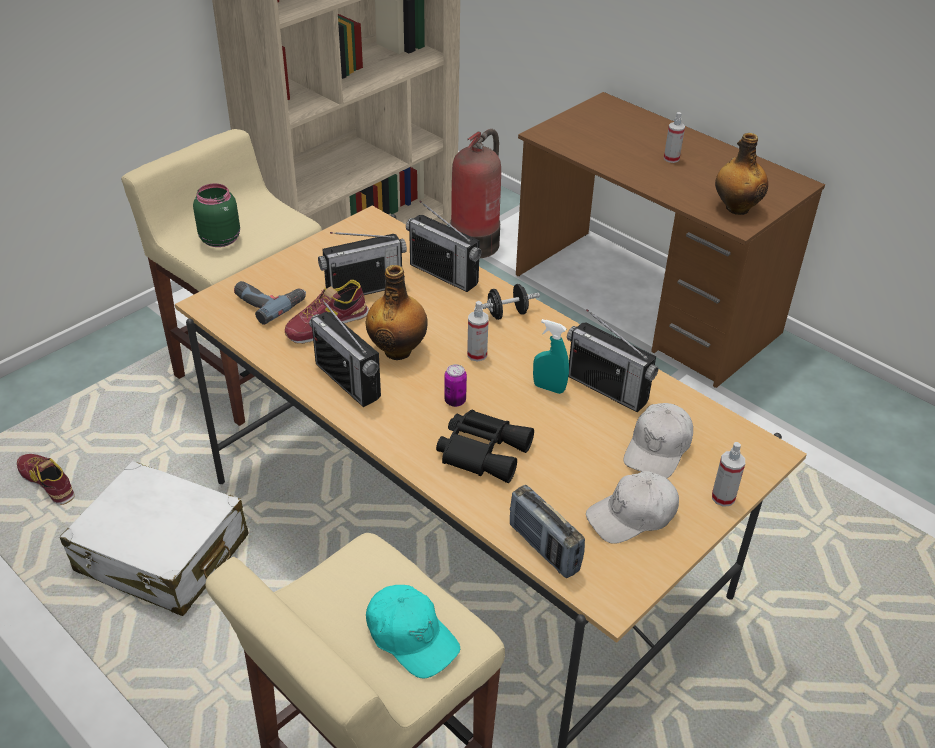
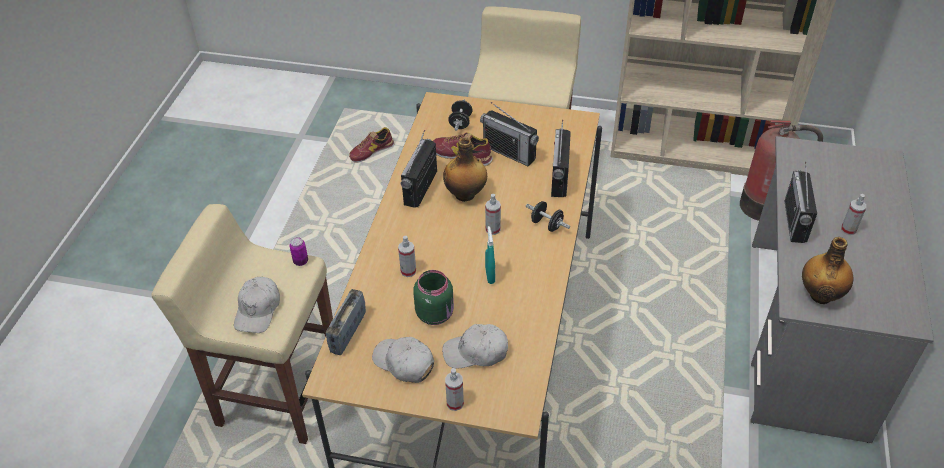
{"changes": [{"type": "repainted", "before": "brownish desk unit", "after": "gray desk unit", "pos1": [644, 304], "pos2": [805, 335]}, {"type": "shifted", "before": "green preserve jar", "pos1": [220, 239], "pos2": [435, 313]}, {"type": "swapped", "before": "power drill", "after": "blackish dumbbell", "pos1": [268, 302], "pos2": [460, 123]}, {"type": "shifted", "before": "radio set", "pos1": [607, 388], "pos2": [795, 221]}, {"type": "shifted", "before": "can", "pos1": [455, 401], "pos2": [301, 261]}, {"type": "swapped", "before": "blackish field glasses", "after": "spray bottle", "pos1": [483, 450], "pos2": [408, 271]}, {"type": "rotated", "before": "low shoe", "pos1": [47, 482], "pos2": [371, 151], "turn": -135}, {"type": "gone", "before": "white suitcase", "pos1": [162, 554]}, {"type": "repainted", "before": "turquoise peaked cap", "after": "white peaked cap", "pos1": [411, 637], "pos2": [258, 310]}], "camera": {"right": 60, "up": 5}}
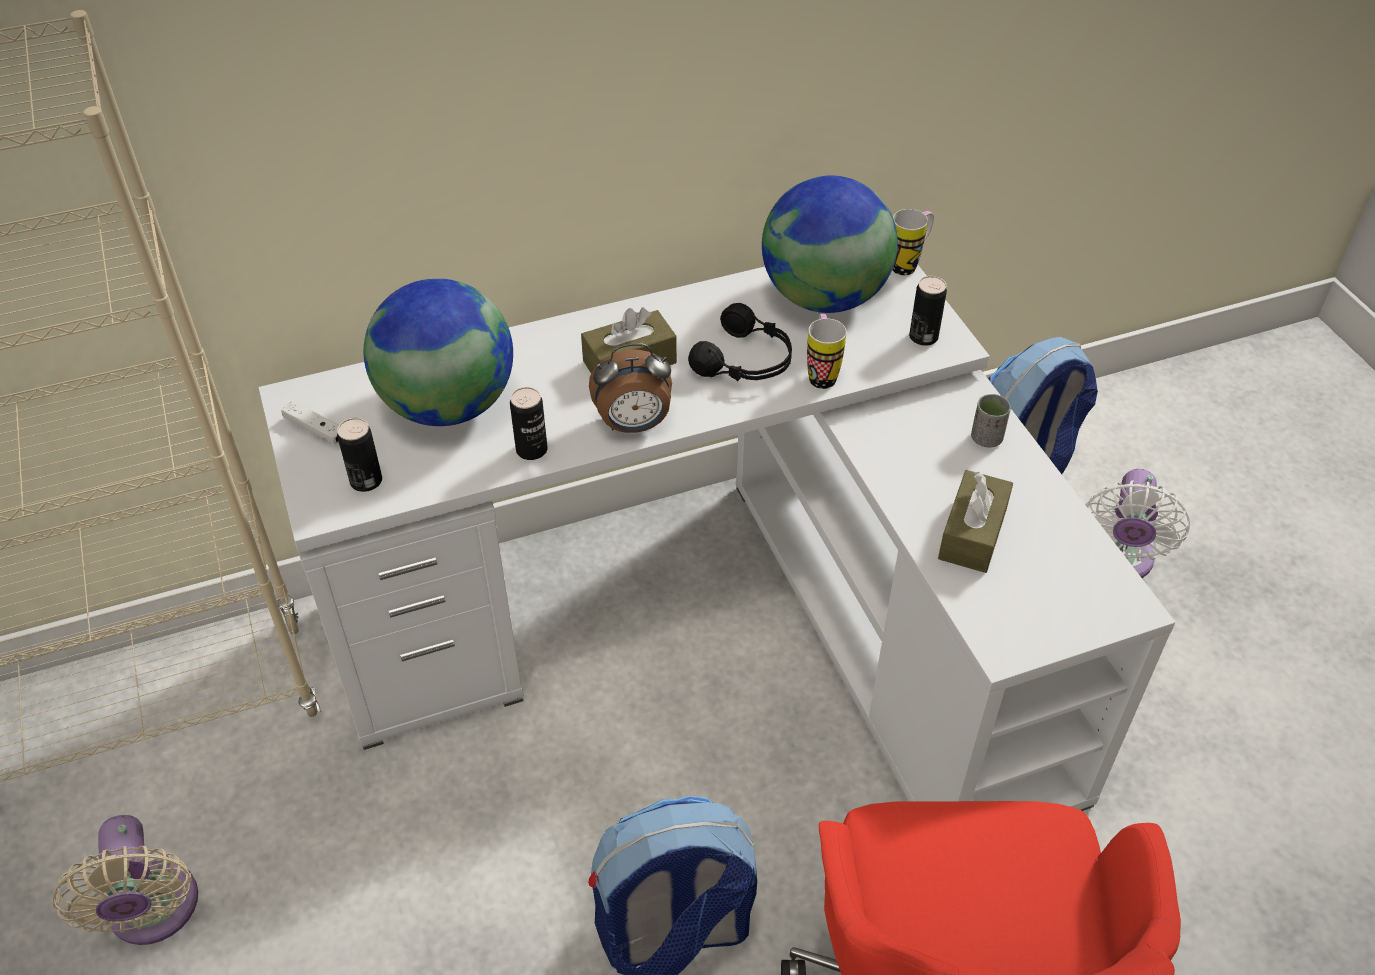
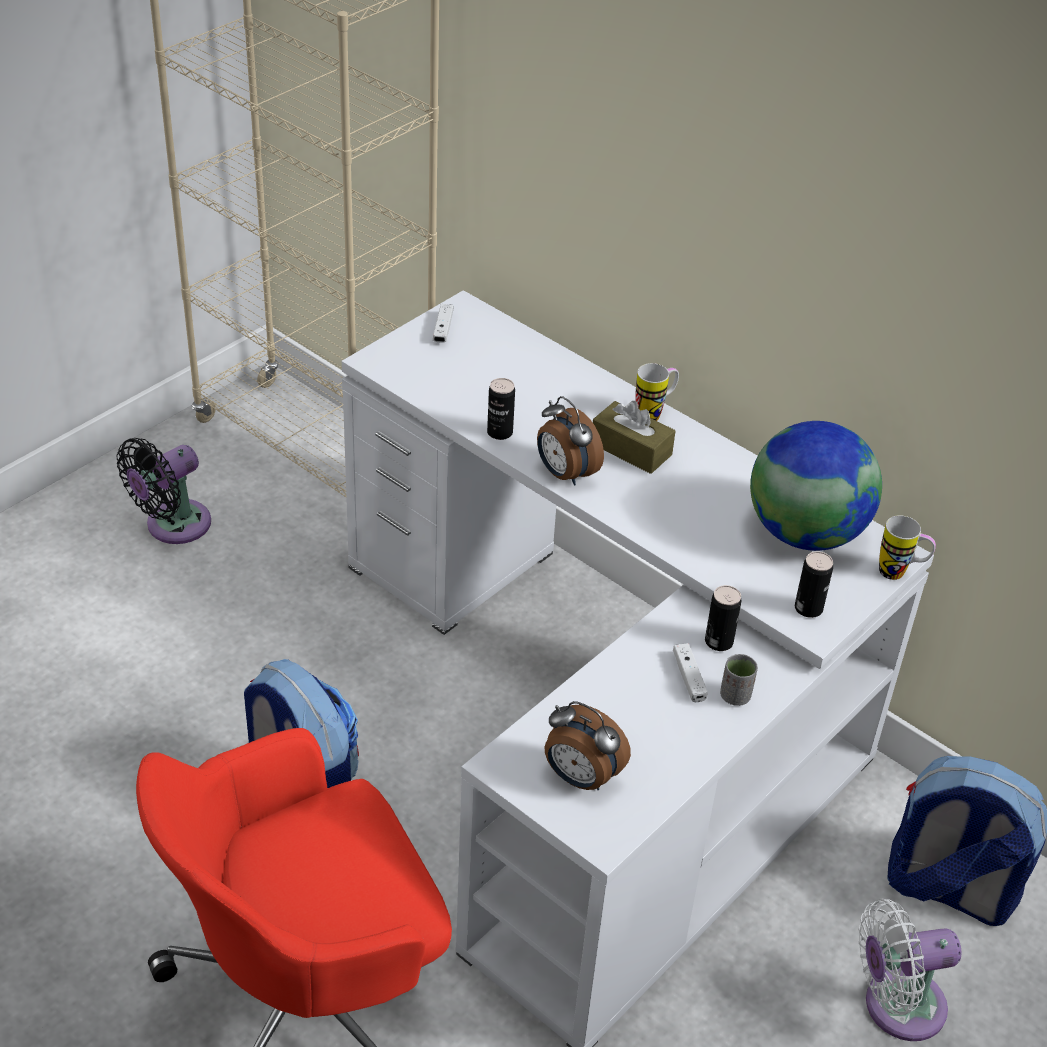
{"changes": [{"type": "gone", "before": "world globe", "pos1": [448, 405]}, {"type": "gone", "before": "blackish pair of headphones", "pos1": [746, 361]}, {"type": "shifted", "before": "mug", "pos1": [821, 373], "pos2": [654, 414]}, {"type": "shifted", "before": "can", "pos1": [366, 481], "pos2": [718, 642]}, {"type": "gone", "before": "brownish box of tissues", "pos1": [972, 533]}, {"type": "repainted", "before": "sand-coloured cooling fan", "after": "blackish cooling fan", "pos1": [153, 913], "pos2": [172, 526]}, {"type": "new", "after": "white joypad", "pos2": [689, 678]}, {"type": "new", "after": "alarm clock", "pos2": [580, 778]}], "camera": {"right": 60, "up": -5}}
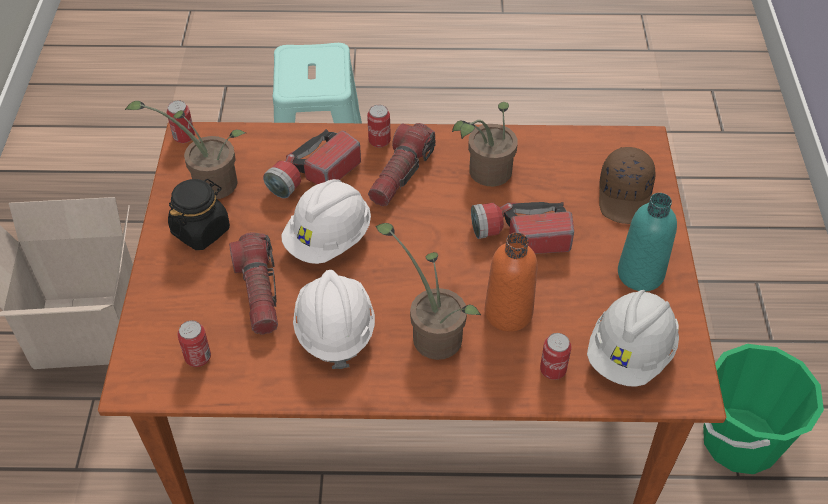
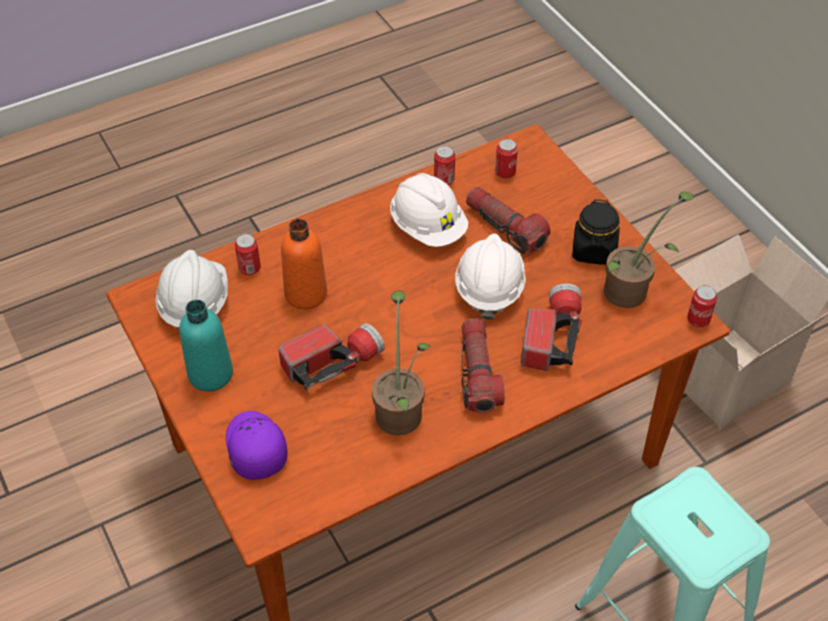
{"changes": [{"type": "shifted", "before": "can", "pos1": [379, 141], "pos2": [444, 180]}, {"type": "repainted", "before": "brownish peaked cap", "after": "purple peaked cap", "pos1": [625, 195], "pos2": [254, 448]}, {"type": "gone", "before": "houseplant", "pos1": [432, 333]}, {"type": "gone", "before": "green pail", "pos1": [739, 441]}], "camera": {"right": 150, "up": 0}}
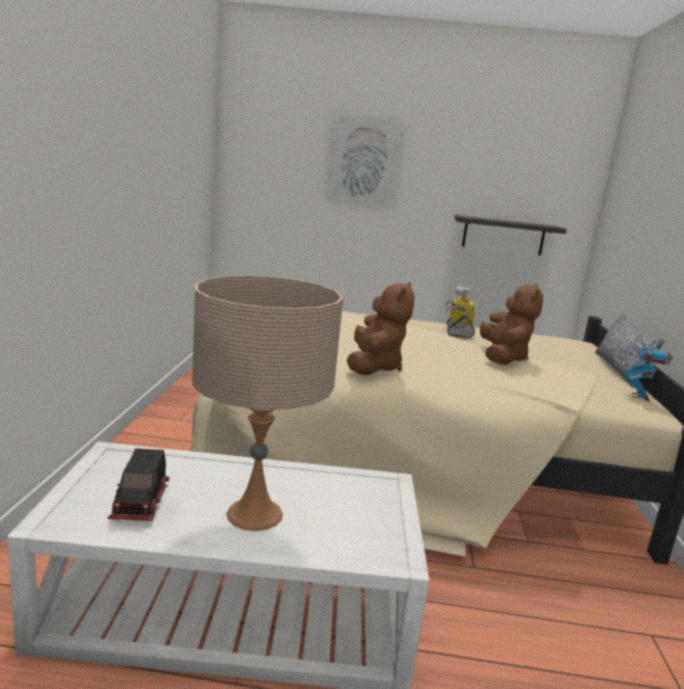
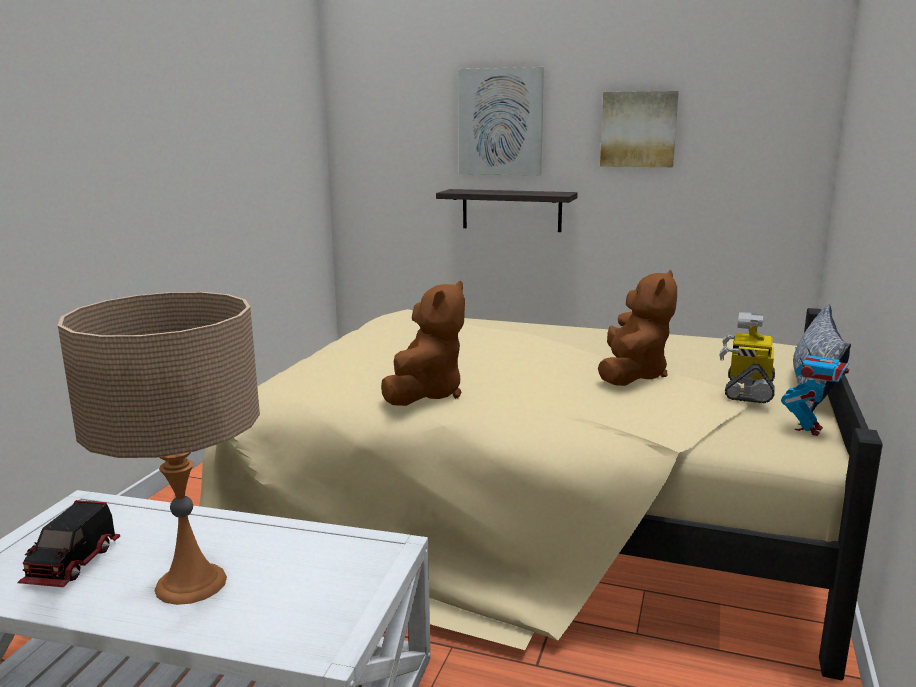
{"changes": [{"type": "shifted", "before": "wall shelf", "pos1": [503, 235], "pos2": [511, 210]}, {"type": "shifted", "before": "robot figure", "pos1": [458, 332], "pos2": [747, 390]}, {"type": "new", "after": "picture", "pos2": [638, 129]}], "camera": {"right": 15, "up": 0}}
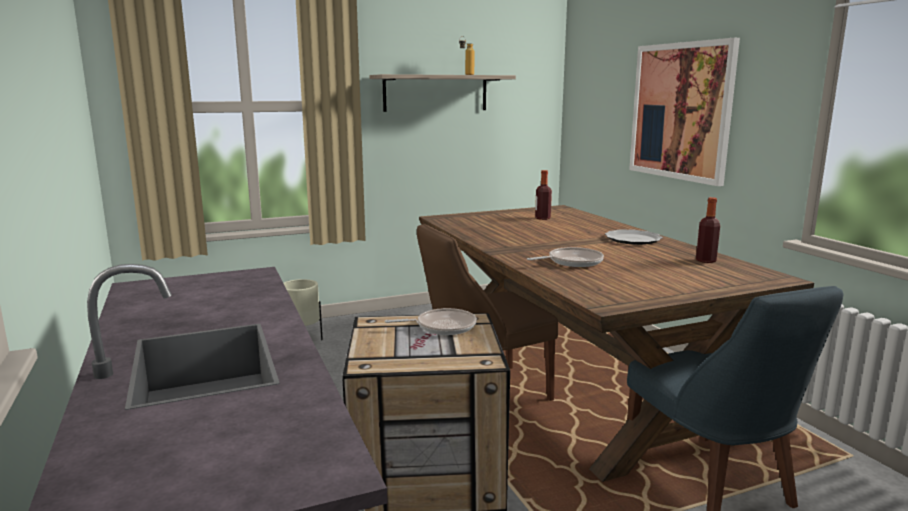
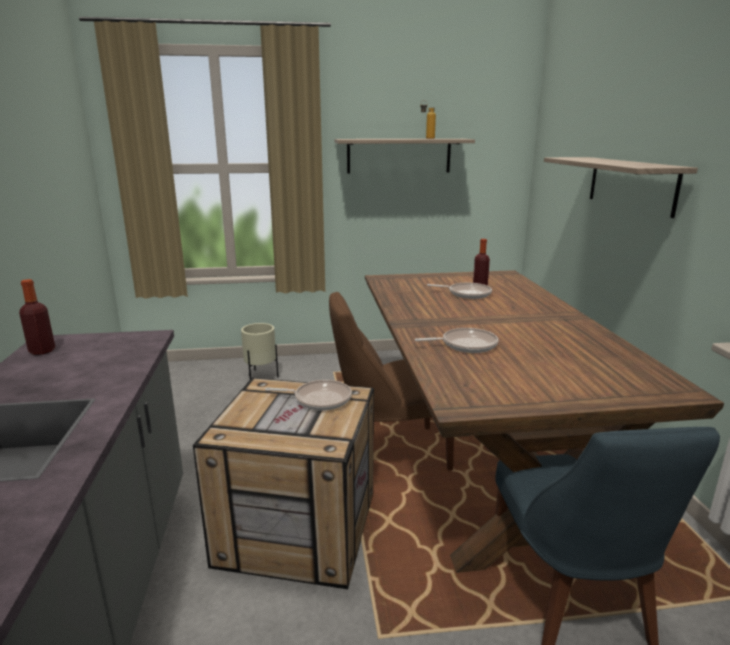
{"changes": [{"type": "swapped", "before": "picture", "after": "wall shelf", "pos1": [680, 111], "pos2": [631, 184]}, {"type": "shifted", "before": "bottle", "pos1": [705, 260], "pos2": [42, 351]}, {"type": "gone", "before": "dinner plate", "pos1": [633, 239]}, {"type": "new", "after": "frying pan", "pos2": [467, 294]}], "camera": {"right": 15, "up": 5}}
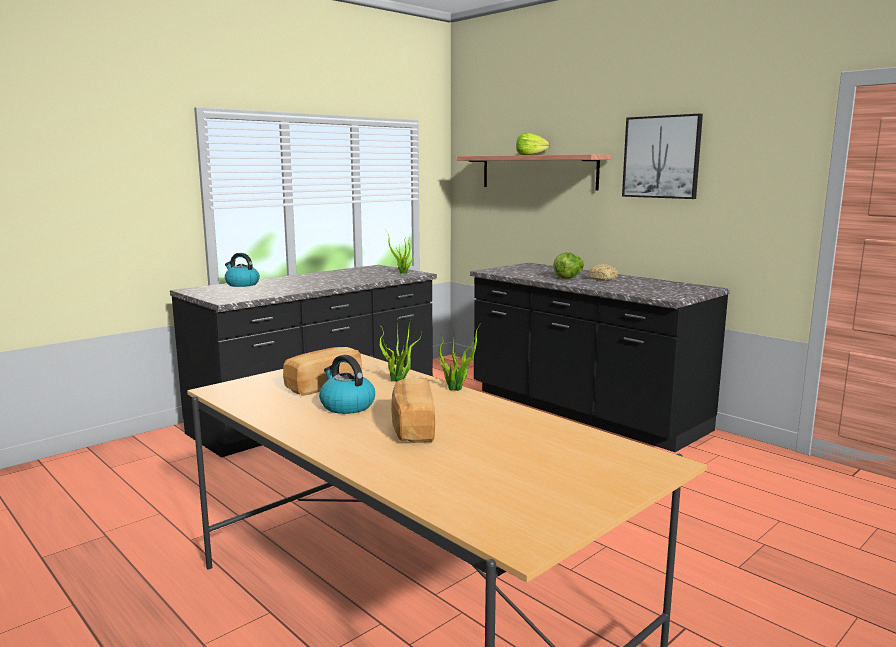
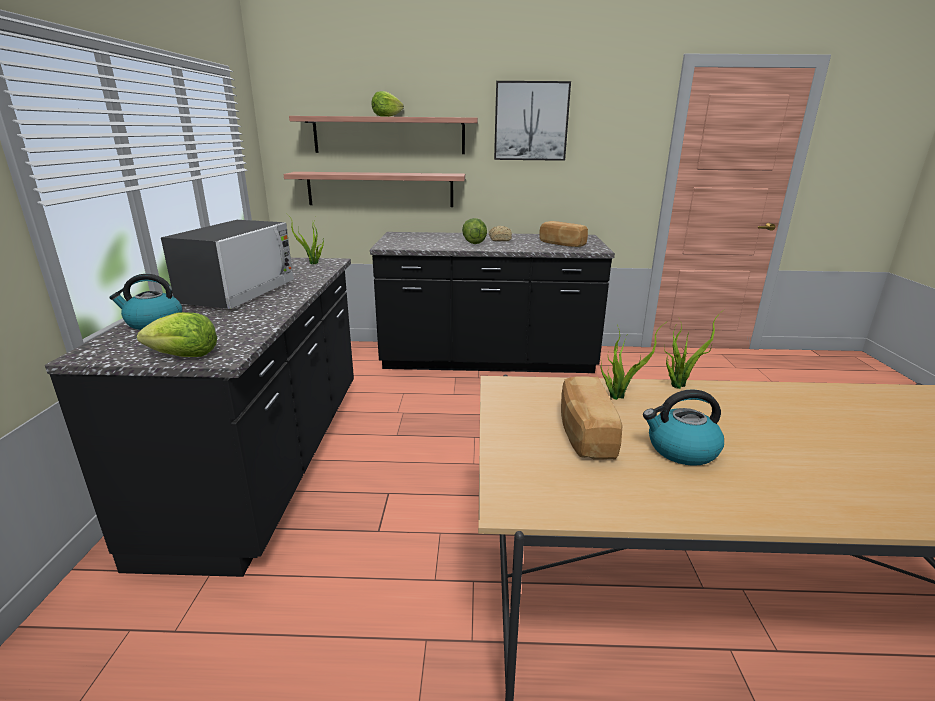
{"changes": [{"type": "shifted", "before": "bakery bread", "pos1": [412, 428], "pos2": [561, 244]}, {"type": "new", "after": "wall shelf", "pos2": [380, 189]}, {"type": "new", "after": "microwave", "pos2": [239, 293]}, {"type": "new", "after": "head of lettuce", "pos2": [184, 356]}], "camera": {"right": -45, "up": 10}}
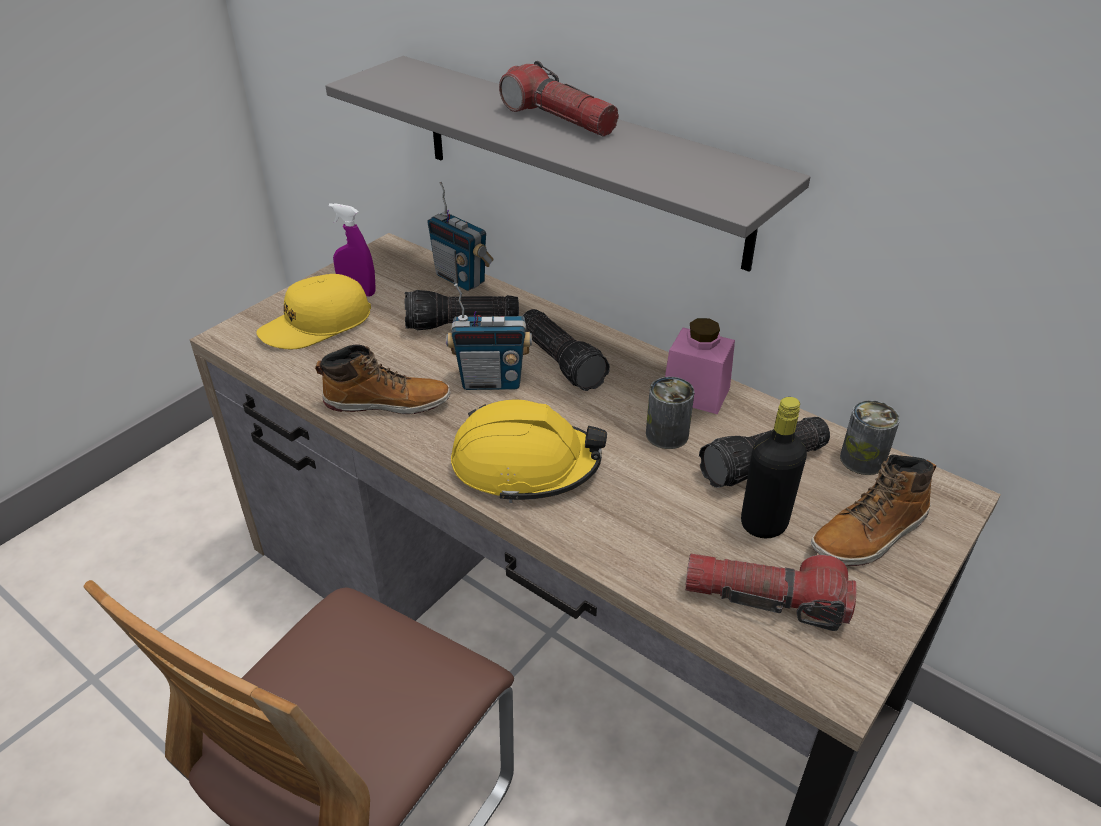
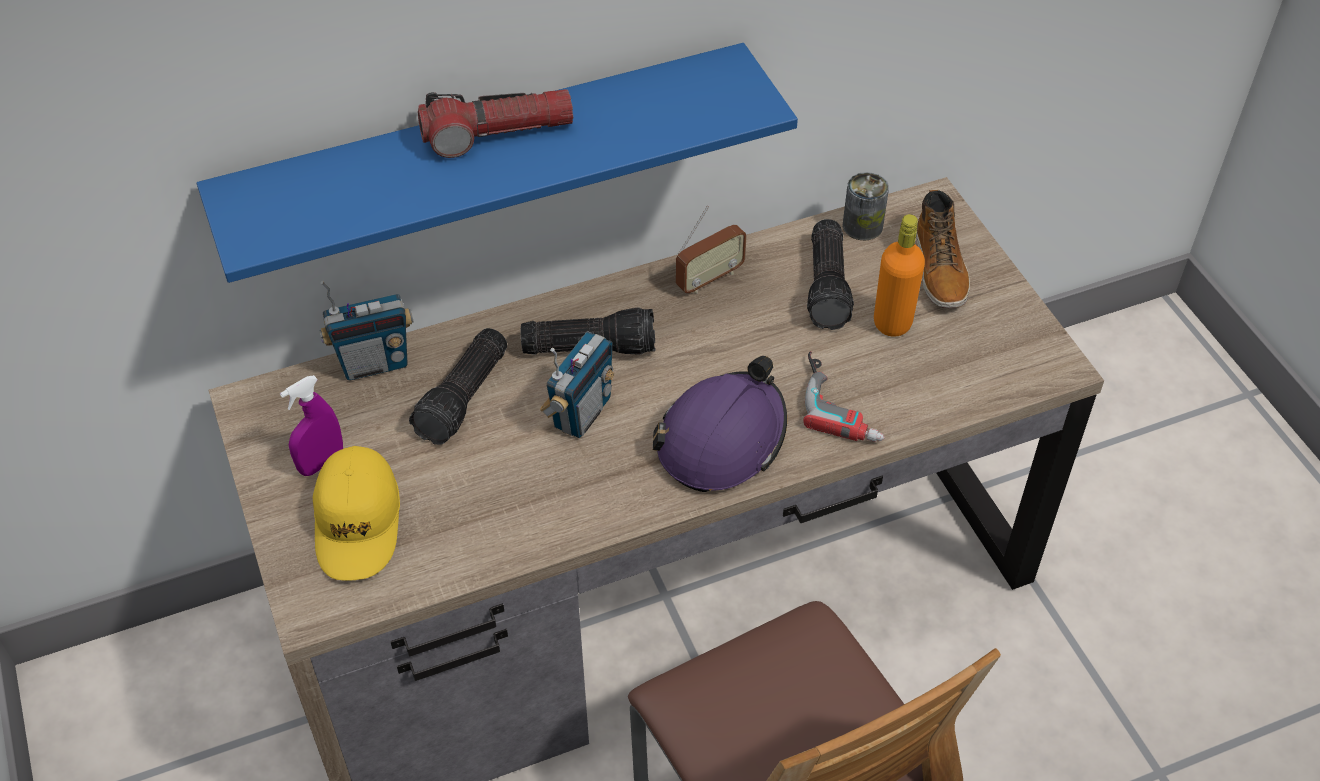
{"changes": [{"type": "repainted", "before": "gray wall shelf", "after": "blue-coloured wall shelf", "pos1": [579, 159], "pos2": [487, 156]}, {"type": "swapped", "before": "pinkish preserve jar", "after": "radio set", "pos1": [695, 393], "pos2": [709, 279]}, {"type": "gone", "before": "boot", "pos1": [387, 401]}, {"type": "gone", "before": "can", "pos1": [667, 434]}, {"type": "repainted", "before": "blackish bottle", "after": "orangey bottle", "pos1": [763, 524], "pos2": [892, 322]}, {"type": "repainted", "before": "yellow-coloured hard hat", "after": "purple hard hat", "pos1": [525, 465], "pos2": [722, 439]}, {"type": "gone", "before": "hand torch", "pos1": [765, 600]}, {"type": "new", "after": "power drill", "pos2": [843, 403]}], "camera": {"right": -60, "up": 10}}
